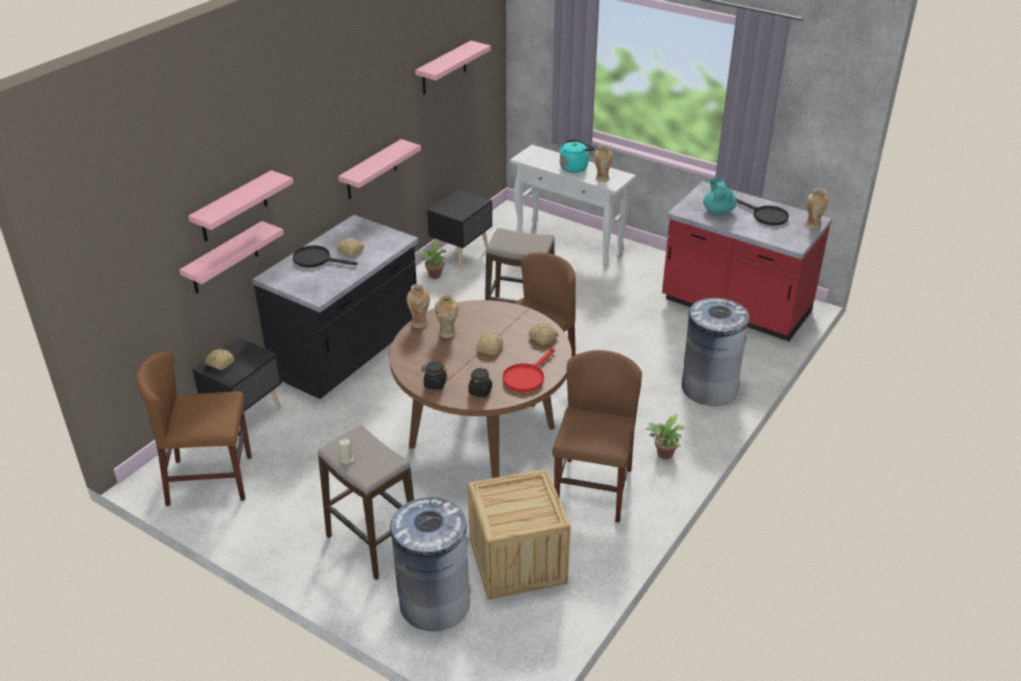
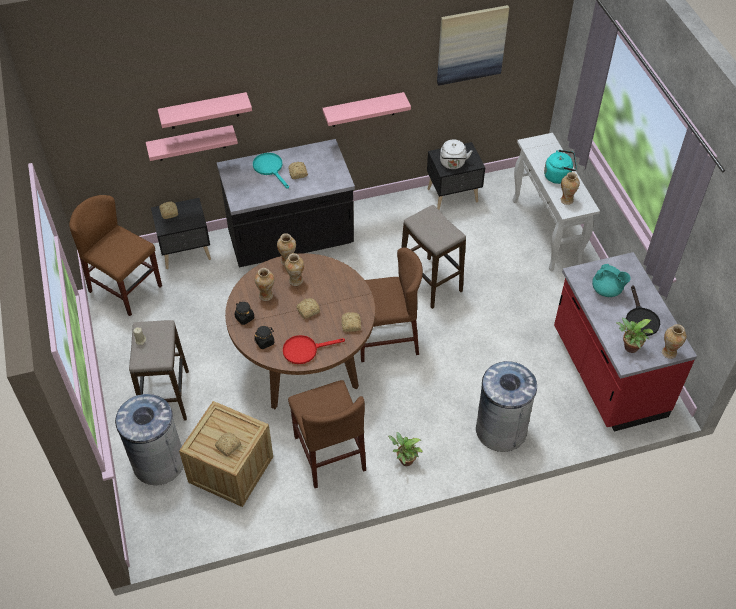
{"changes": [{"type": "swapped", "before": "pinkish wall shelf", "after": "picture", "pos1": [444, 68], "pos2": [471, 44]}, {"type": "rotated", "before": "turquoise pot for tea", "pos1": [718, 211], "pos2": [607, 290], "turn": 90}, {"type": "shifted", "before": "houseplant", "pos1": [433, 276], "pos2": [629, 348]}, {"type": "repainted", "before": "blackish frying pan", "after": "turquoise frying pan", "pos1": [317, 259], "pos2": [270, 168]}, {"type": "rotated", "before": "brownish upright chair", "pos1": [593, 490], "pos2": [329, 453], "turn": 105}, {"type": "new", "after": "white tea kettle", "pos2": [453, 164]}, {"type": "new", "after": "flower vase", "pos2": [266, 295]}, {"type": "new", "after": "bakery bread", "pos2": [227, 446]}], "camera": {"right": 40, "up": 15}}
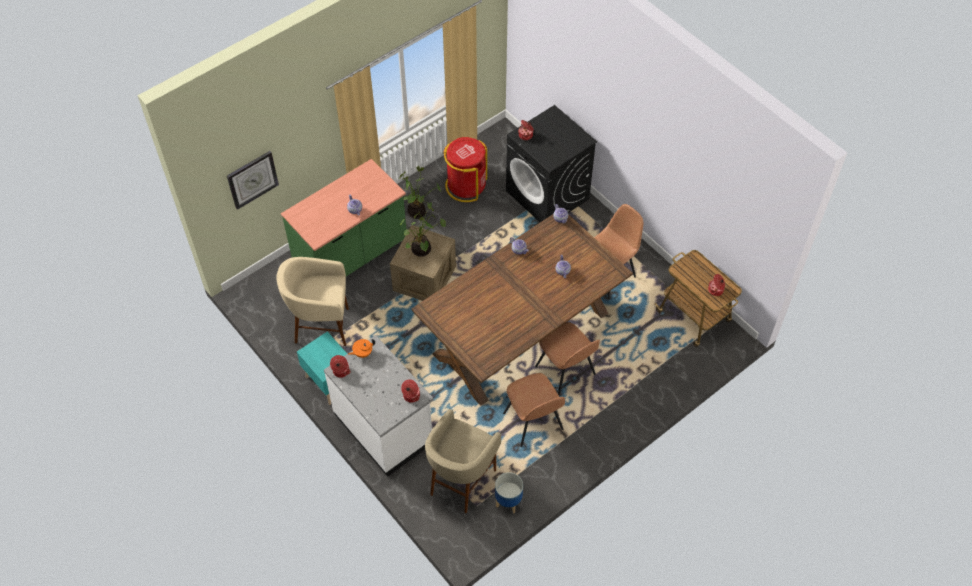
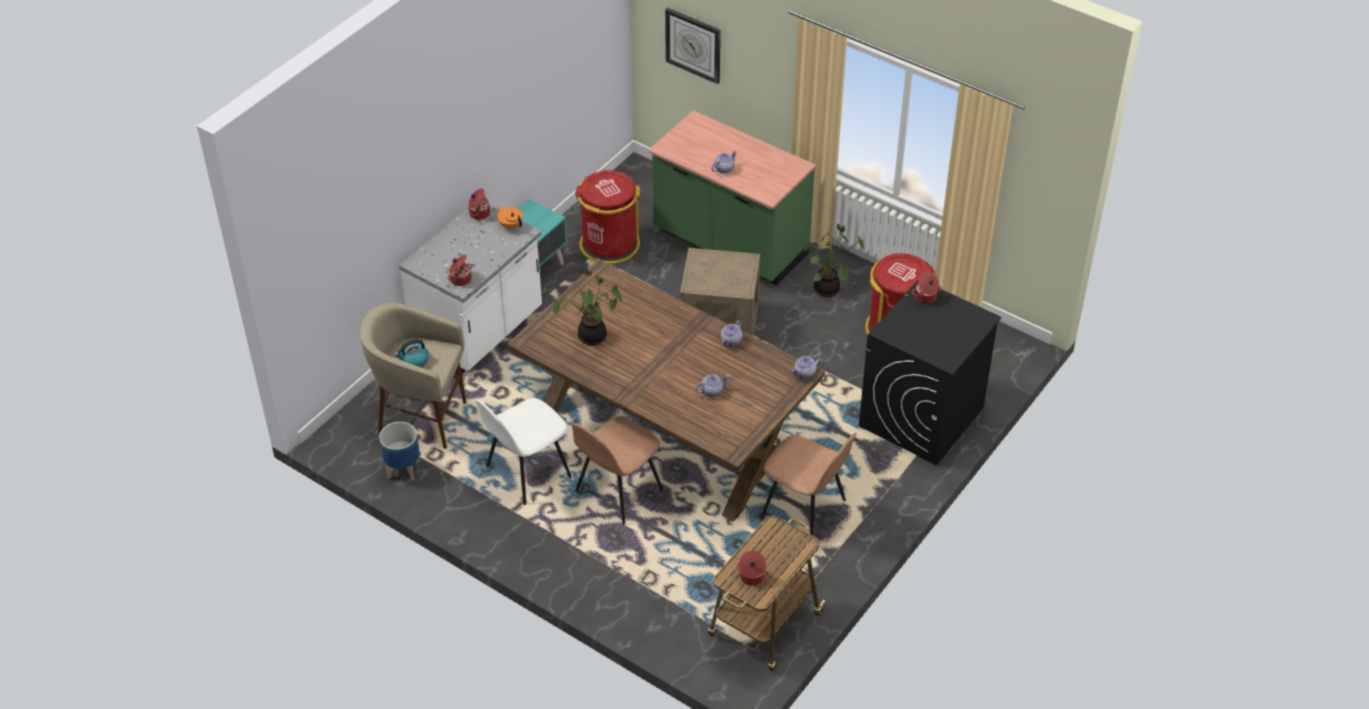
{"changes": [{"type": "shifted", "before": "houseplant", "pos1": [422, 251], "pos2": [590, 337]}, {"type": "swapped", "before": "sand-coloured stool seat", "after": "red-coloured trash can", "pos1": [321, 327], "pos2": [609, 244]}, {"type": "repainted", "before": "brownish upright chair", "after": "white upright chair", "pos1": [533, 423], "pos2": [526, 473]}, {"type": "new", "after": "tea kettle", "pos2": [414, 361]}], "camera": {"right": 75, "up": -10}}
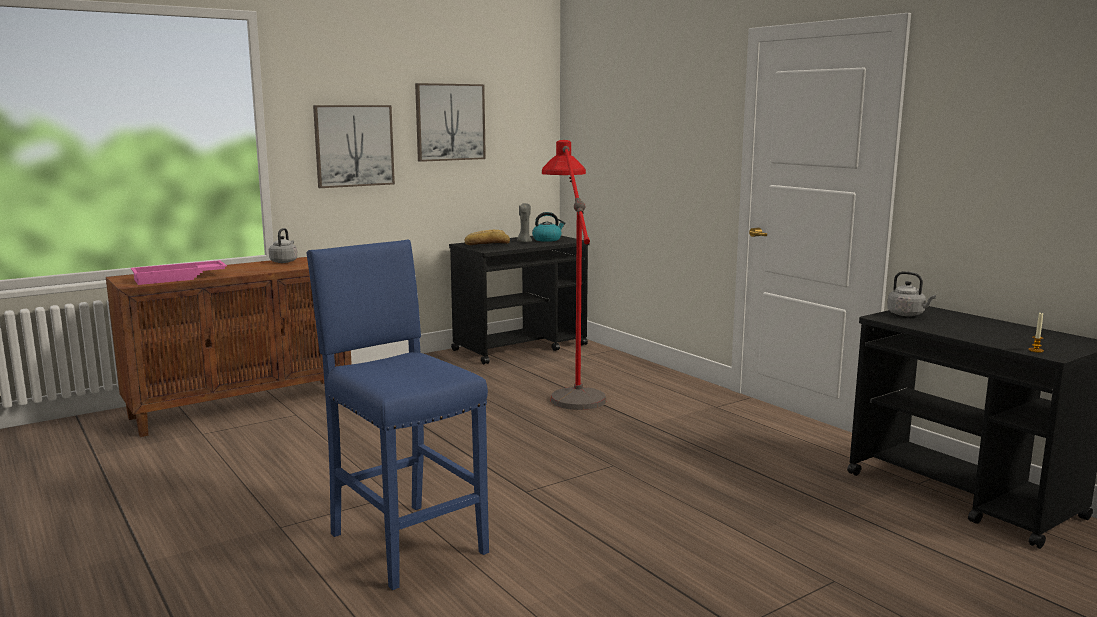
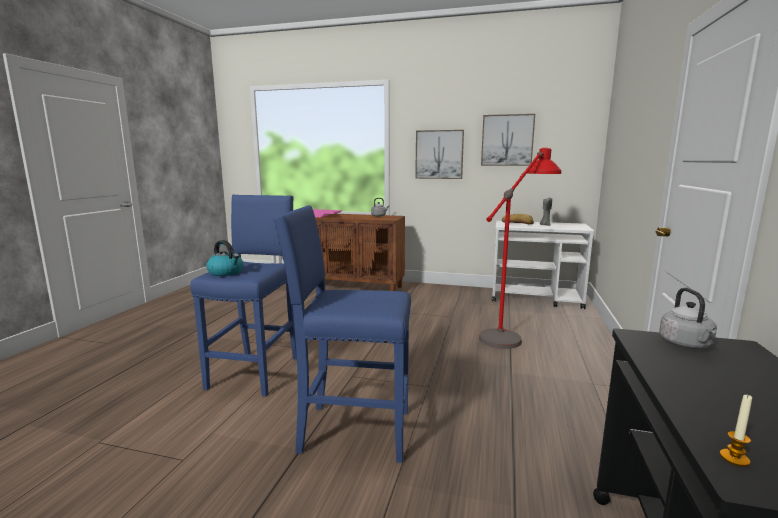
{"changes": [{"type": "shifted", "before": "tea kettle", "pos1": [547, 239], "pos2": [226, 272]}, {"type": "repainted", "before": "blackish wheeled cart", "after": "white wheeled cart", "pos1": [521, 347], "pos2": [536, 298]}, {"type": "new", "after": "blue-coloured stool seat", "pos2": [352, 431]}], "camera": {"right": 50, "up": 0}}
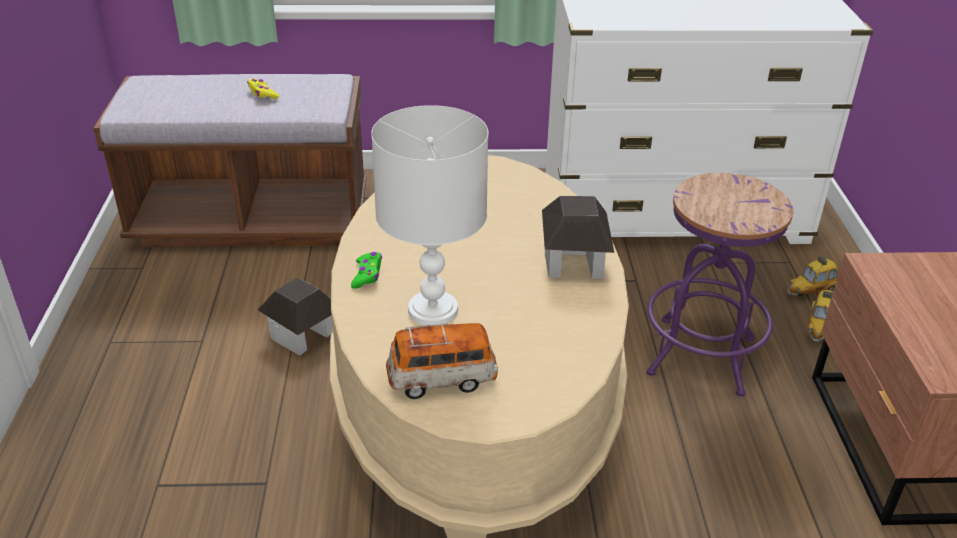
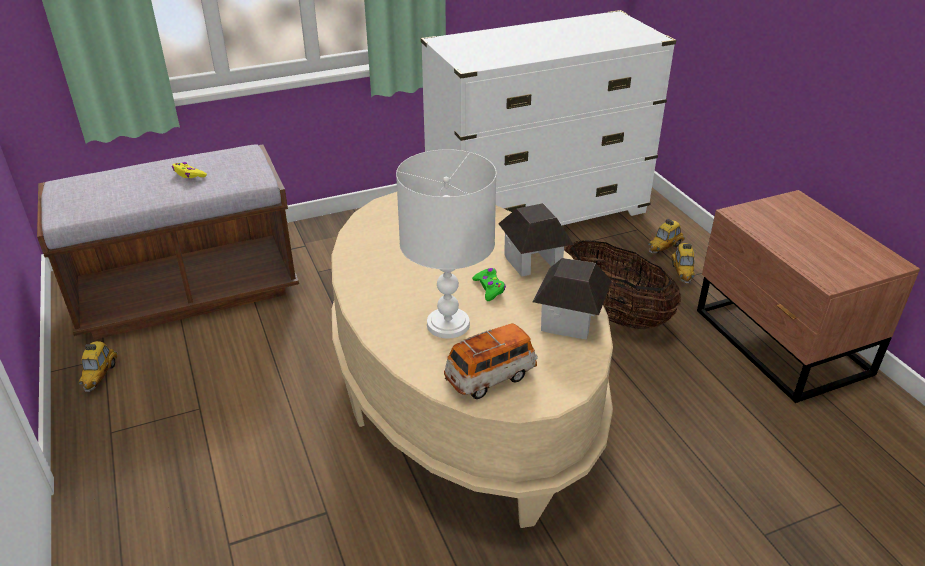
{"changes": [{"type": "swapped", "before": "purple stool seat", "after": "household basket", "pos1": [701, 356], "pos2": [613, 314]}, {"type": "shifted", "before": "green joypad", "pos1": [367, 275], "pos2": [489, 288]}, {"type": "shifted", "before": "miniature house", "pos1": [302, 335], "pos2": [569, 320]}, {"type": "new", "after": "miniature car", "pos2": [100, 375]}], "camera": {"right": -20, "up": 0}}
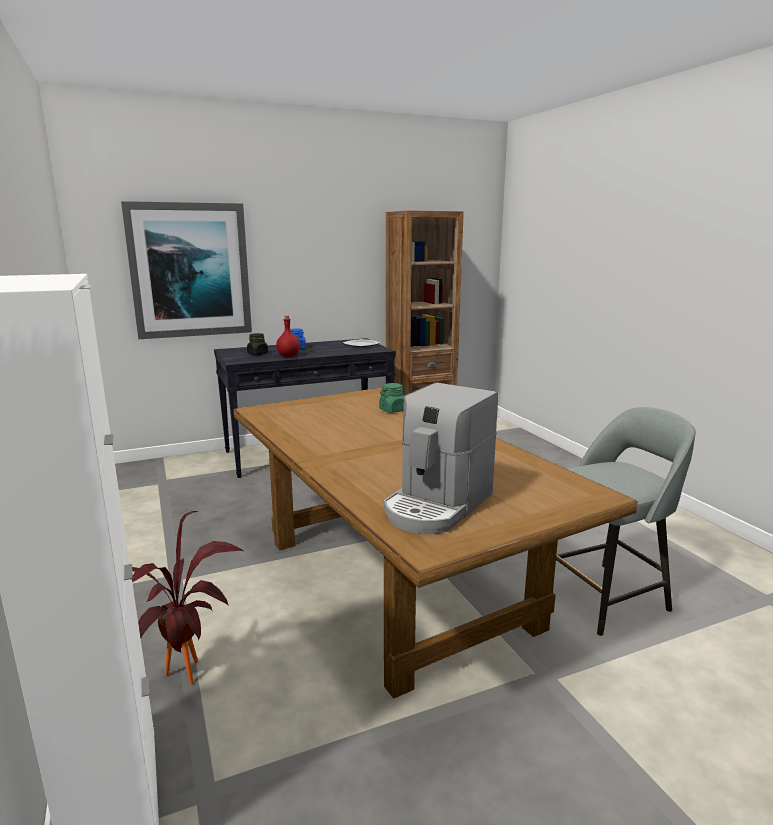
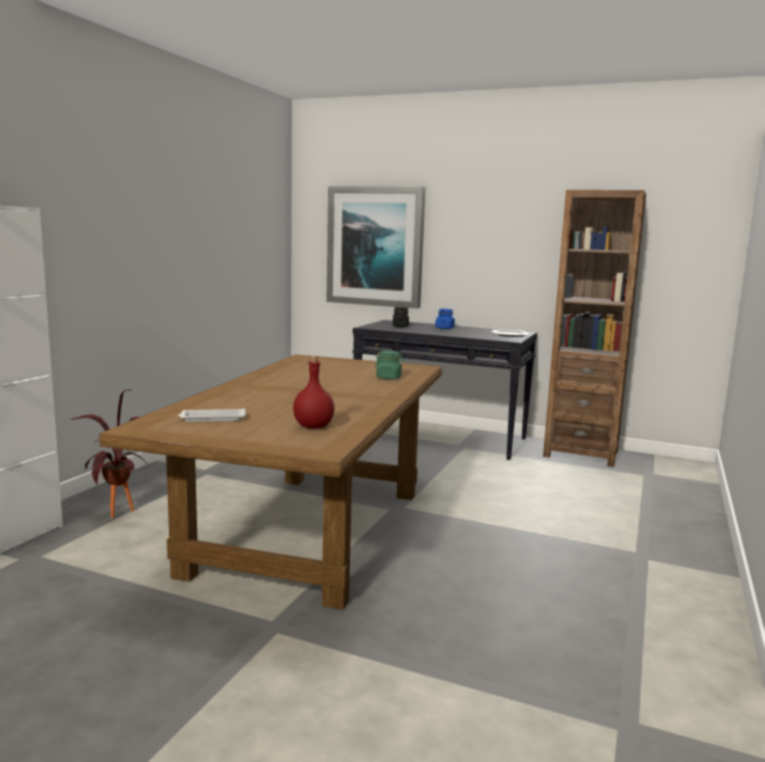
{"changes": [{"type": "shifted", "before": "red-coloured bottle", "pos1": [288, 356], "pos2": [312, 426]}, {"type": "swapped", "before": "coffee machine", "after": "white serving tray", "pos1": [437, 506], "pos2": [212, 419]}, {"type": "gone", "before": "gray stool seat", "pos1": [606, 596]}], "camera": {"right": 45, "up": -5}}
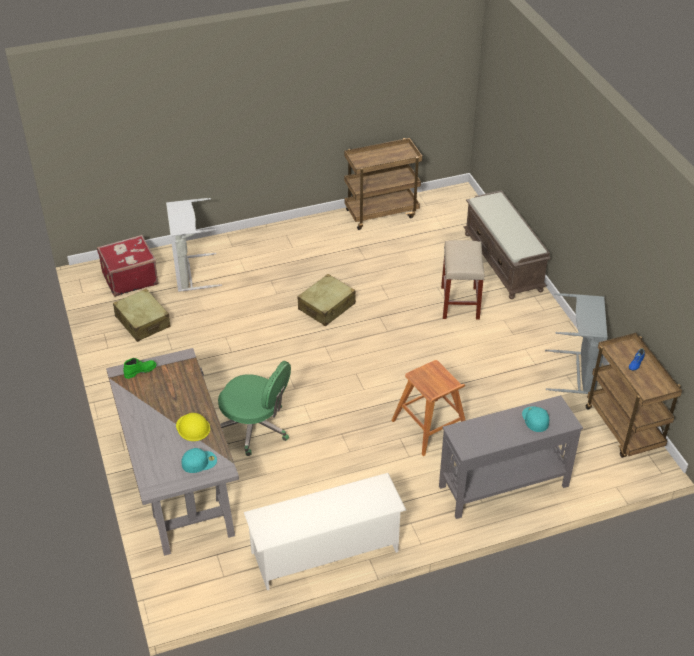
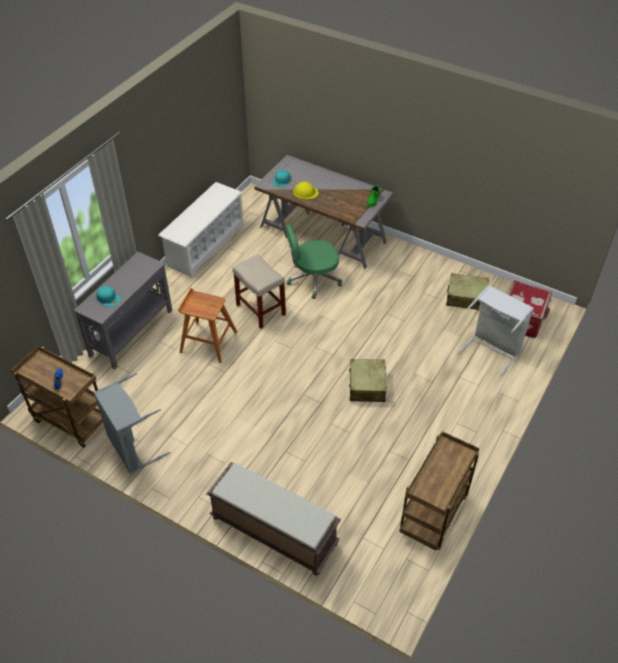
{"changes": [{"type": "shifted", "before": "sand-coloured stool seat", "pos1": [460, 303], "pos2": [260, 309]}], "camera": {"right": 140, "up": 5}}
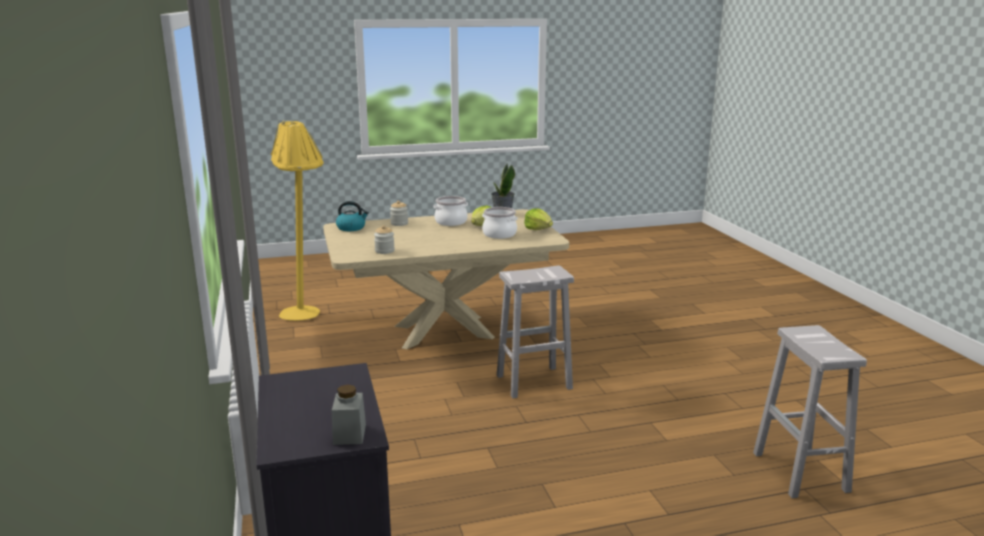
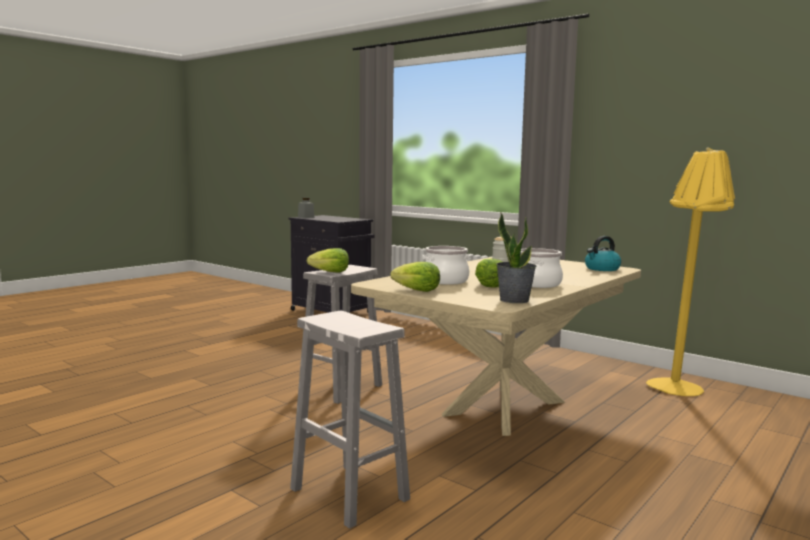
{"changes": [{"type": "gone", "before": "preserve jar", "pos1": [399, 223]}, {"type": "shifted", "before": "white stool seat", "pos1": [801, 473], "pos2": [347, 493]}, {"type": "new", "after": "head of lettuce", "pos2": [330, 272]}], "camera": {"right": 145, "up": -10}}
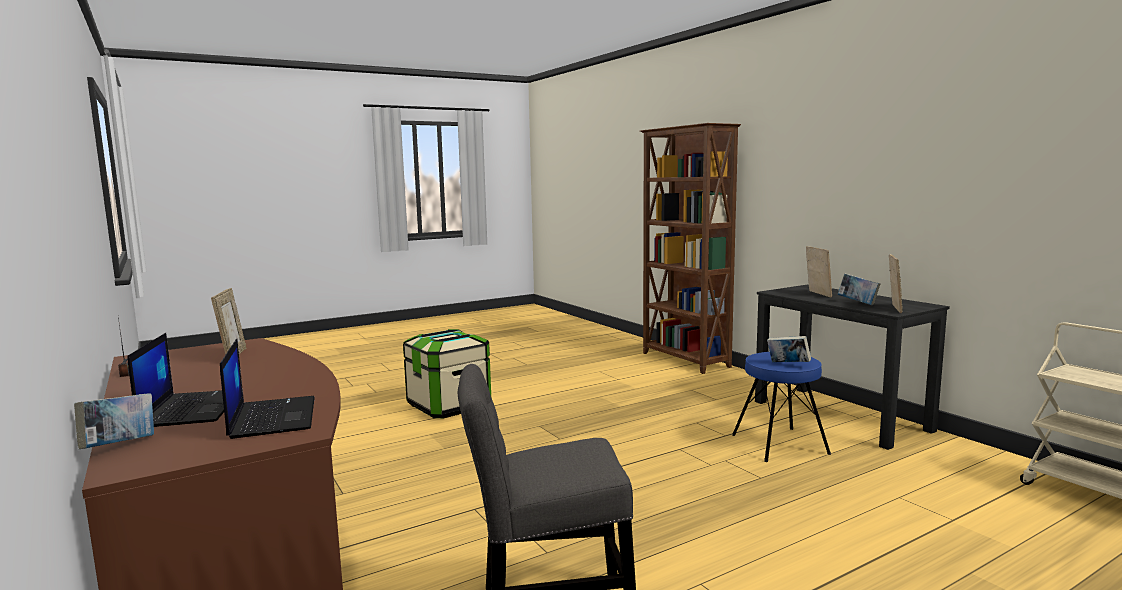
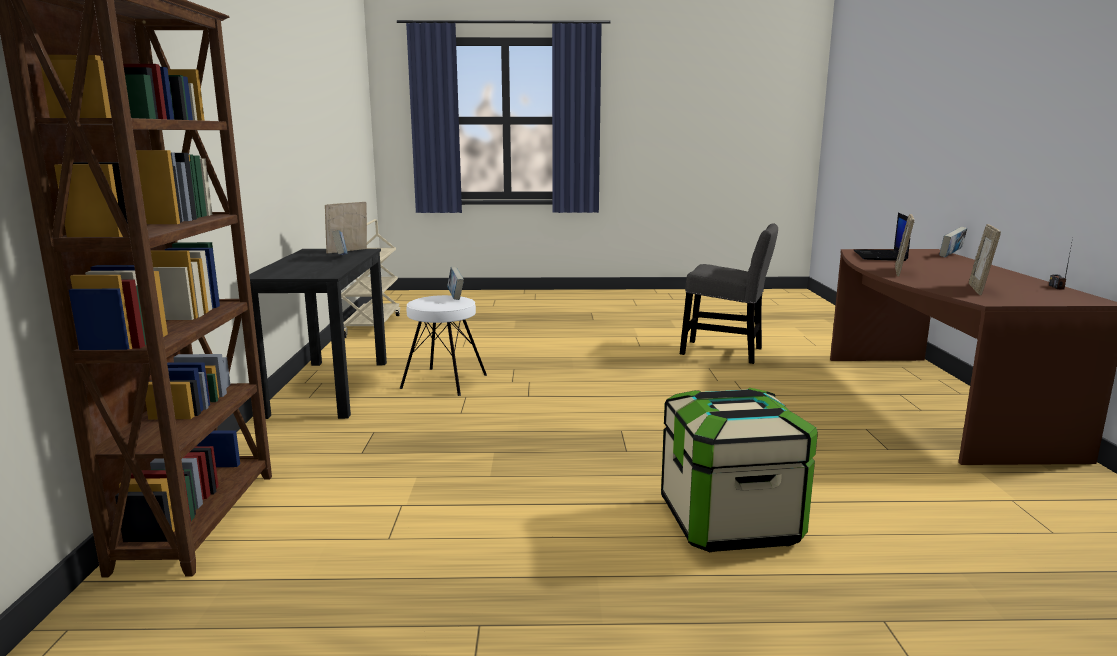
{"changes": [{"type": "shifted", "before": "picture frame", "pos1": [817, 294], "pos2": [901, 272]}, {"type": "gone", "before": "laptop", "pos1": [191, 409]}, {"type": "repainted", "before": "blue-coloured stool seat", "after": "white stool seat", "pos1": [778, 444], "pos2": [444, 381]}], "camera": {"right": -150, "up": 5}}
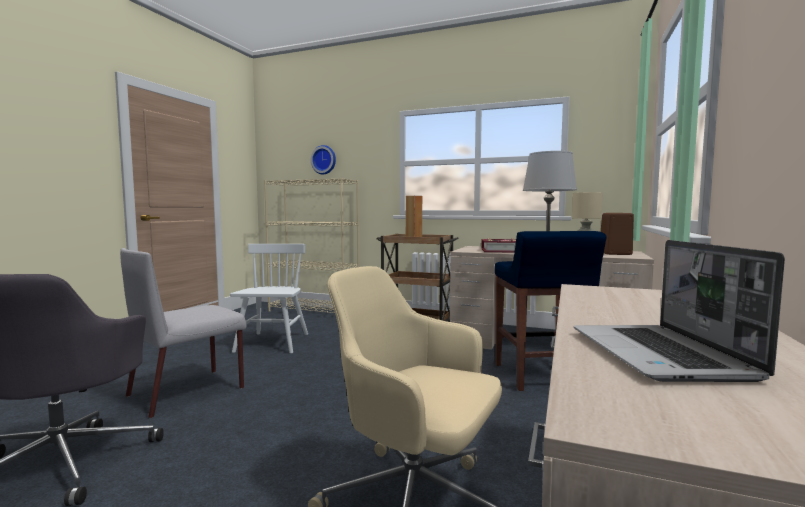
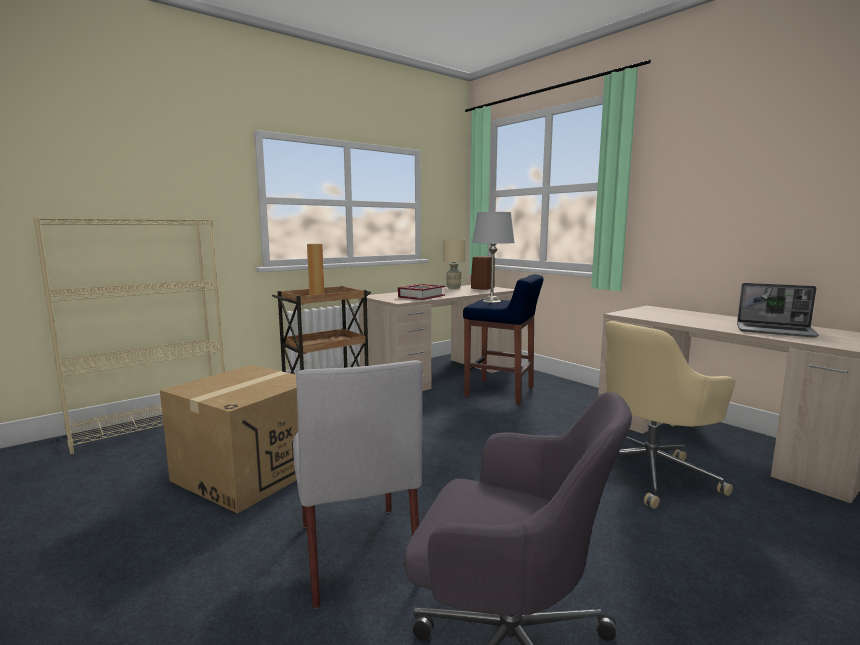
{"changes": [{"type": "gone", "before": "wall clock", "pos1": [324, 160]}, {"type": "swapped", "before": "white upright chair", "after": "packing box", "pos1": [273, 343], "pos2": [248, 472]}], "camera": {"right": -60, "up": 5}}
